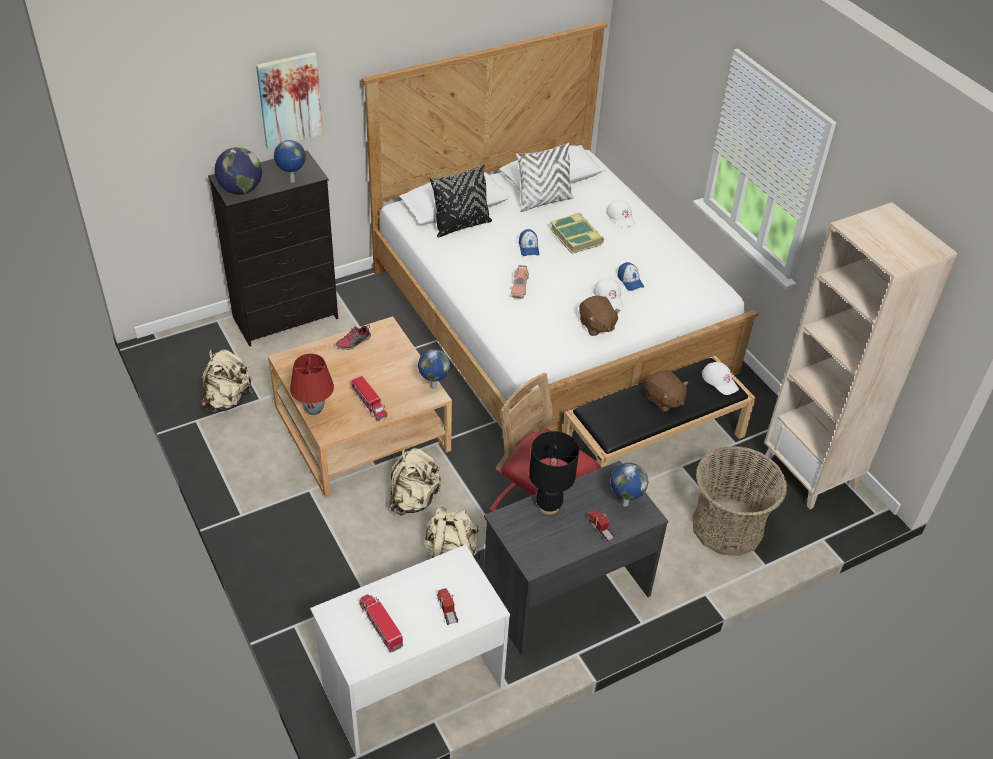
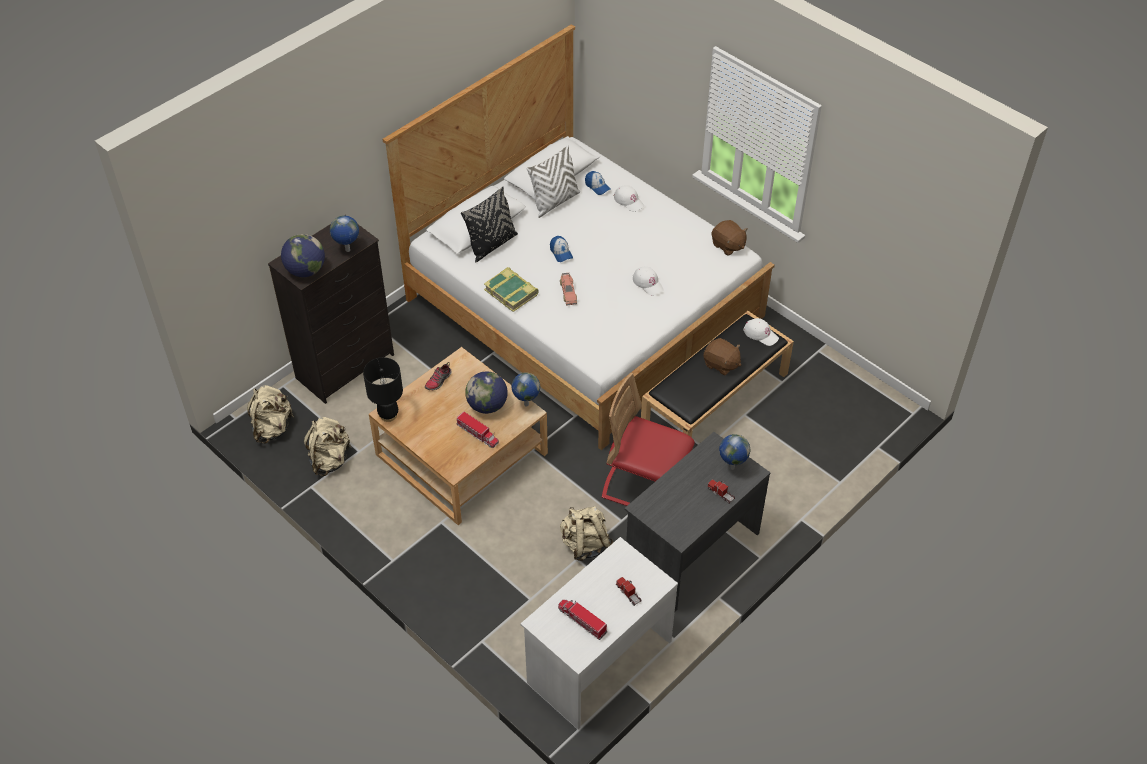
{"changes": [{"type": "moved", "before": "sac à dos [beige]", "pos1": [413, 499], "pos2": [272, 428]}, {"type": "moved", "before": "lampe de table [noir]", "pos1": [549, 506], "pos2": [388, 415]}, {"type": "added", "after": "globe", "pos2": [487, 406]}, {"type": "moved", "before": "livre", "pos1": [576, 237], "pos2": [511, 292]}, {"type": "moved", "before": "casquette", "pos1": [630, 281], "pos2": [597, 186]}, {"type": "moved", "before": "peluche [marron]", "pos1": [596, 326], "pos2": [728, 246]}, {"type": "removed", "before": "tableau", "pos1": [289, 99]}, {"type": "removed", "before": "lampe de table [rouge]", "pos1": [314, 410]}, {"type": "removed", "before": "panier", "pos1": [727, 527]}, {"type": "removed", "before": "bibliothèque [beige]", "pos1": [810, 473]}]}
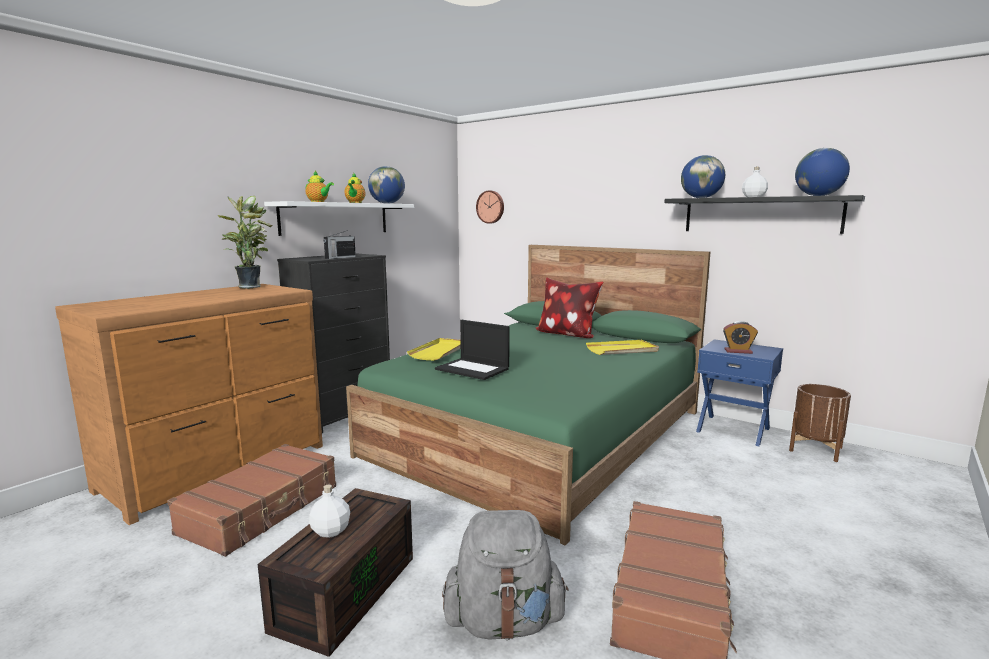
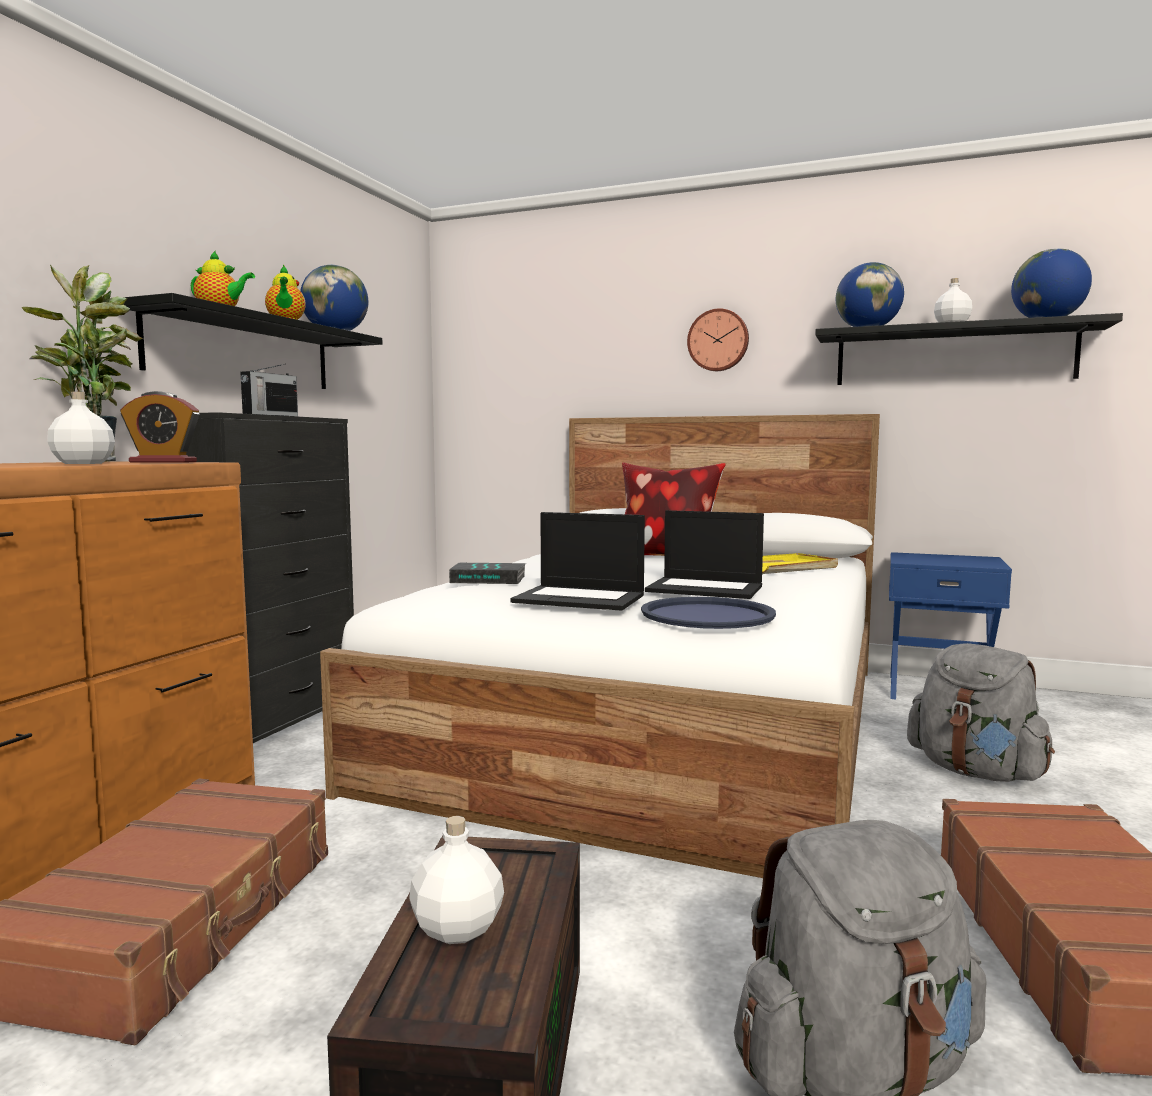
{"changes": [{"type": "added", "after": "bouteille [blanc]", "pos2": [82, 463]}, {"type": "moved", "before": "réveil", "pos1": [738, 351], "pos2": [163, 462]}, {"type": "recoloured", "before": "étagère [blanc]", "after": "étagère [noir]", "pos1": [336, 218], "pos2": [243, 352]}, {"type": "recoloured", "before": "lit [vert]", "after": "lit [blanc]", "pos1": [542, 432], "pos2": [657, 722]}, {"type": "replaced", "before": "plateau [jaune]", "after": "livre", "pos1": [439, 351], "pos2": [489, 579]}, {"type": "added", "after": "plateau [bleu]", "pos2": [707, 615]}, {"type": "added", "after": "ordinateur portable", "pos2": [706, 588]}, {"type": "moved", "before": "horloge murale", "pos1": [491, 207], "pos2": [718, 340]}, {"type": "added", "after": "sac à dos [gris]", "pos2": [976, 772]}, {"type": "removed", "before": "cache-pot [marron]", "pos1": [815, 449]}]}
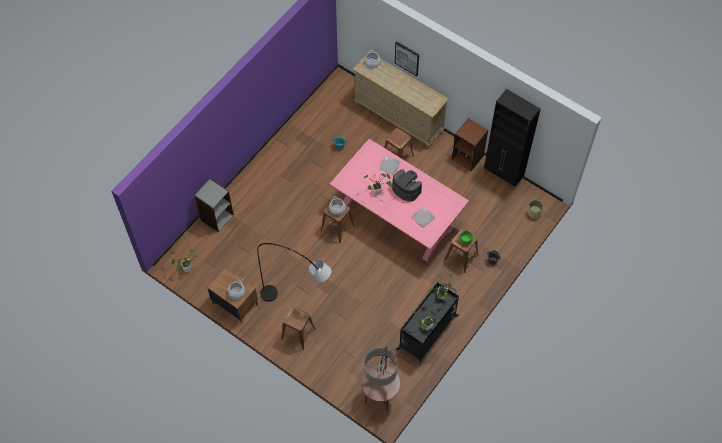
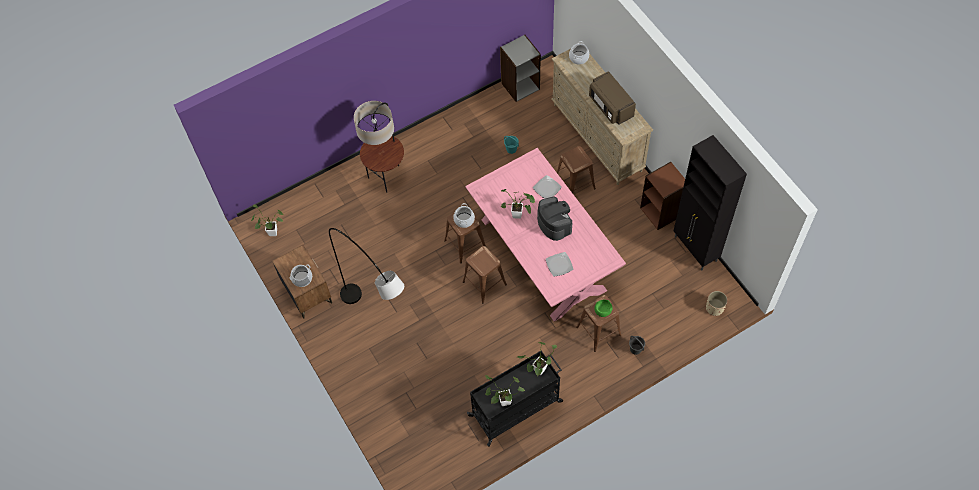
{"changes": [{"type": "moved", "before": "lampadaire", "pos1": [380, 396], "pos2": [386, 176]}, {"type": "moved", "before": "tabouret [marron]", "pos1": [298, 334], "pos2": [484, 283]}, {"type": "moved", "before": "bibliothèque [gris]", "pos1": [216, 217], "pos2": [520, 86]}, {"type": "added", "after": "micro-ondes [marron]", "pos2": [610, 106]}, {"type": "removed", "before": "tableau", "pos1": [407, 58]}]}
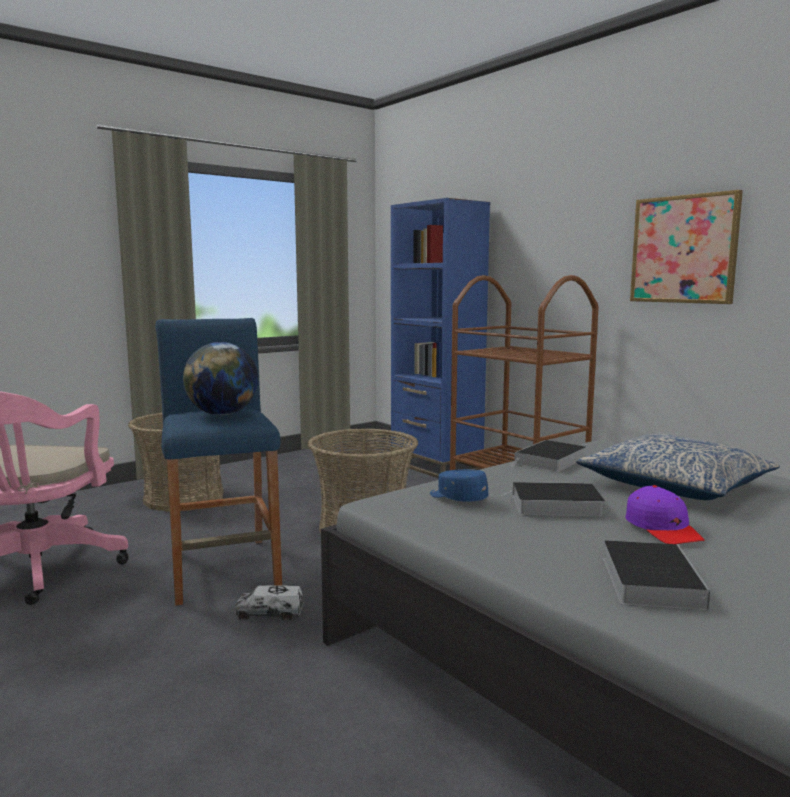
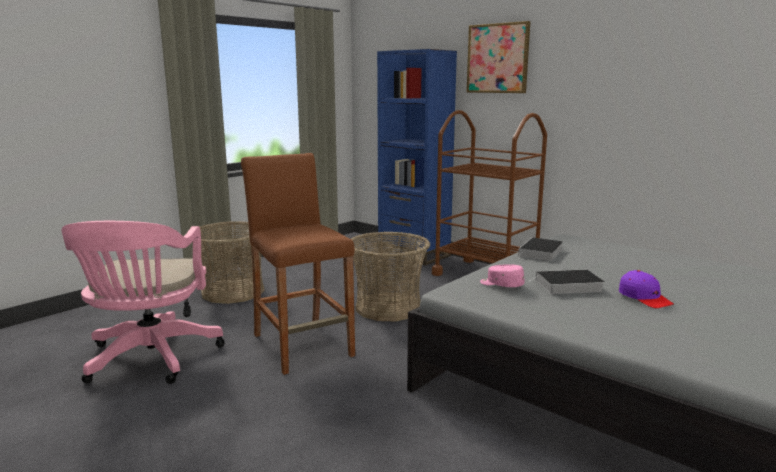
{"changes": [{"type": "recoloured", "before": "tabouret [bleu]", "after": "tabouret [marron]", "pos1": [224, 569], "pos2": [302, 345]}, {"type": "moved", "before": "tableau", "pos1": [684, 249], "pos2": [498, 58]}, {"type": "recoloured", "before": "casquette [bleu]", "after": "casquette [rose]", "pos1": [457, 498], "pos2": [501, 285]}, {"type": "removed", "before": "globe", "pos1": [222, 414]}, {"type": "removed", "before": "camion jouet", "pos1": [270, 613]}, {"type": "removed", "before": "coussin", "pos1": [675, 486]}, {"type": "removed", "before": "livre", "pos1": [649, 580]}]}
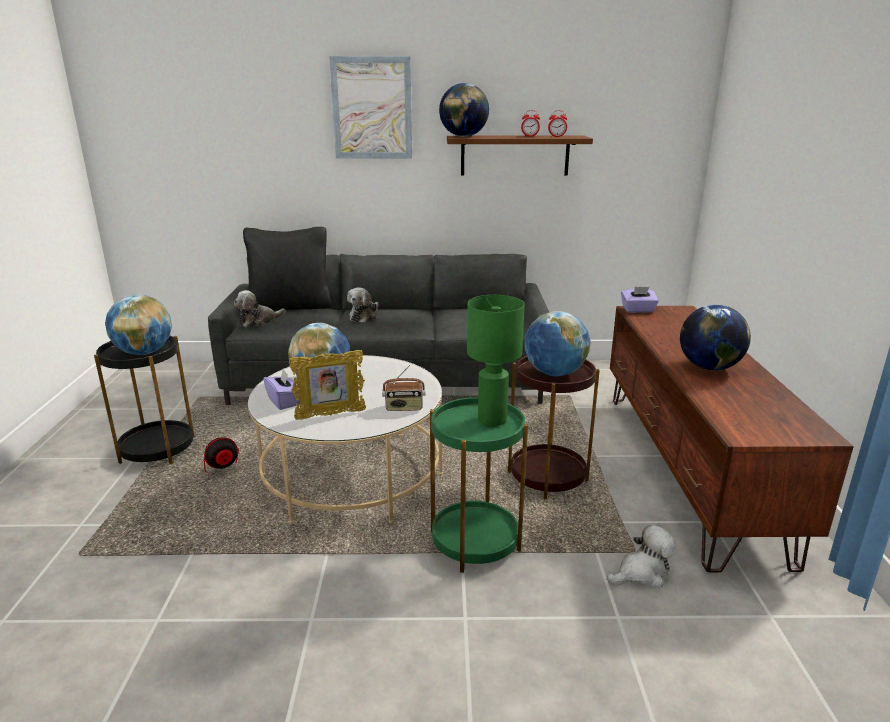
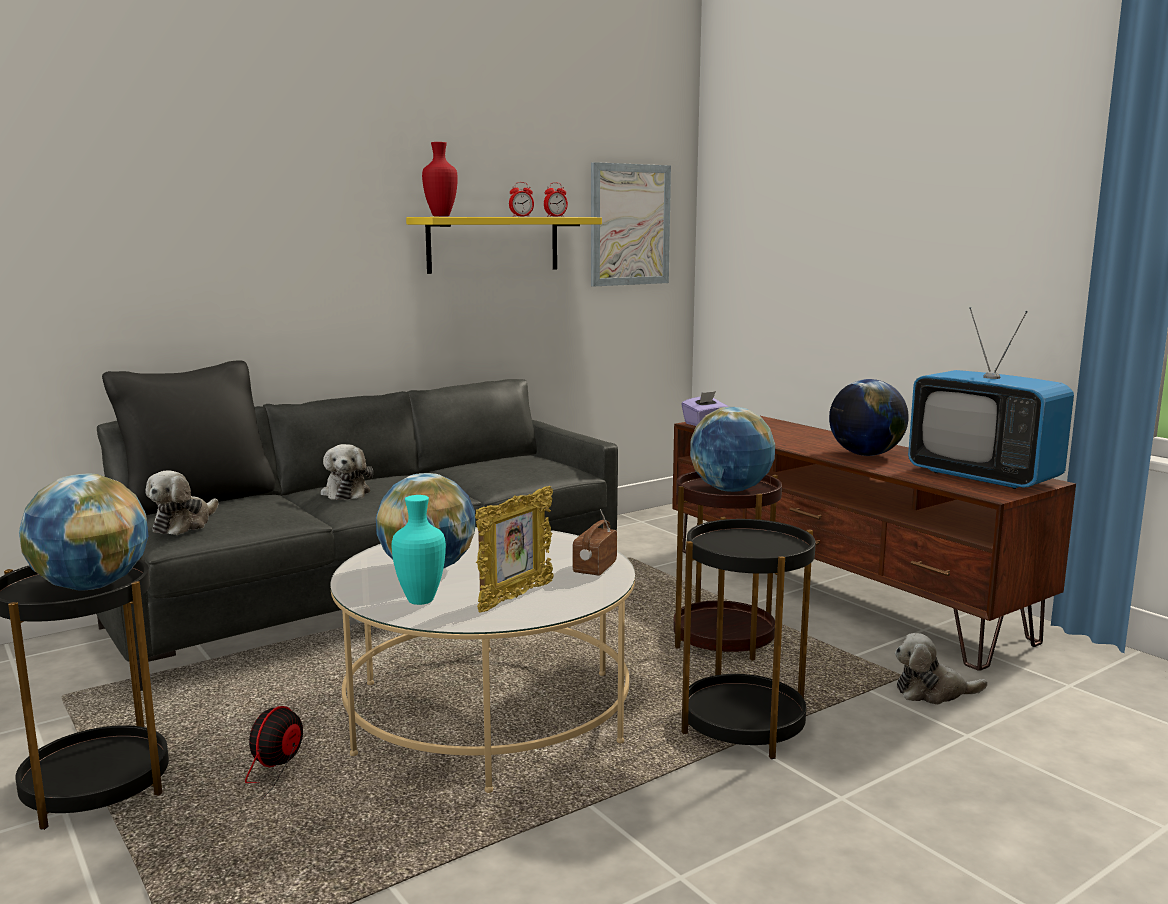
{"changes": [{"type": "replaced", "before": "boîte à mouchoirs [violet]", "after": "vase [turquoise]", "pos1": [284, 401], "pos2": [419, 601]}, {"type": "recoloured", "before": "étagère [marron]", "after": "étagère [jaune]", "pos1": [515, 155], "pos2": [493, 244]}, {"type": "replaced", "before": "globe", "after": "vase [rouge]", "pos1": [463, 136], "pos2": [441, 216]}, {"type": "turned", "before": "radio", "pos1": [404, 408], "pos2": [594, 568], "turn": 150}, {"type": "moved", "before": "tableau", "pos1": [372, 108], "pos2": [630, 225]}, {"type": "recoloured", "before": "table d'appoint [vert]", "after": "table d'appoint [noir]", "pos1": [475, 542], "pos2": [742, 726]}, {"type": "turned", "before": "peluche", "pos1": [641, 573], "pos2": [932, 692], "turn": -120}, {"type": "added", "after": "téléviseur", "pos2": [983, 477]}, {"type": "removed", "before": "lampe de table [vert]", "pos1": [491, 419]}]}
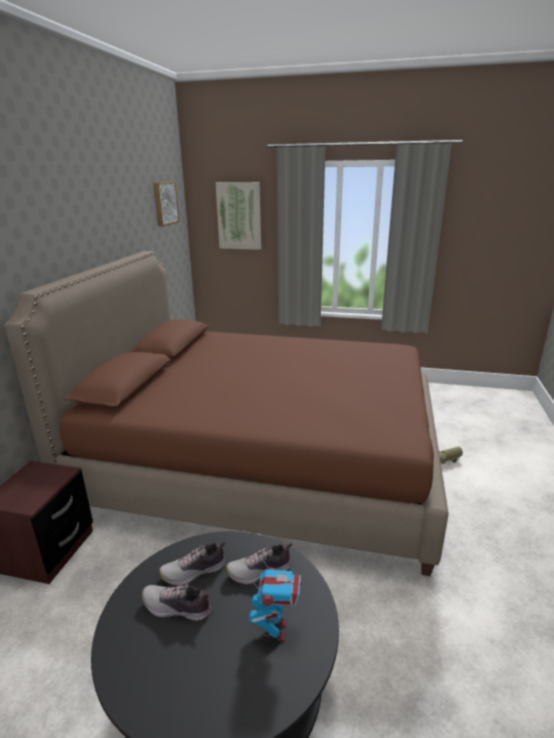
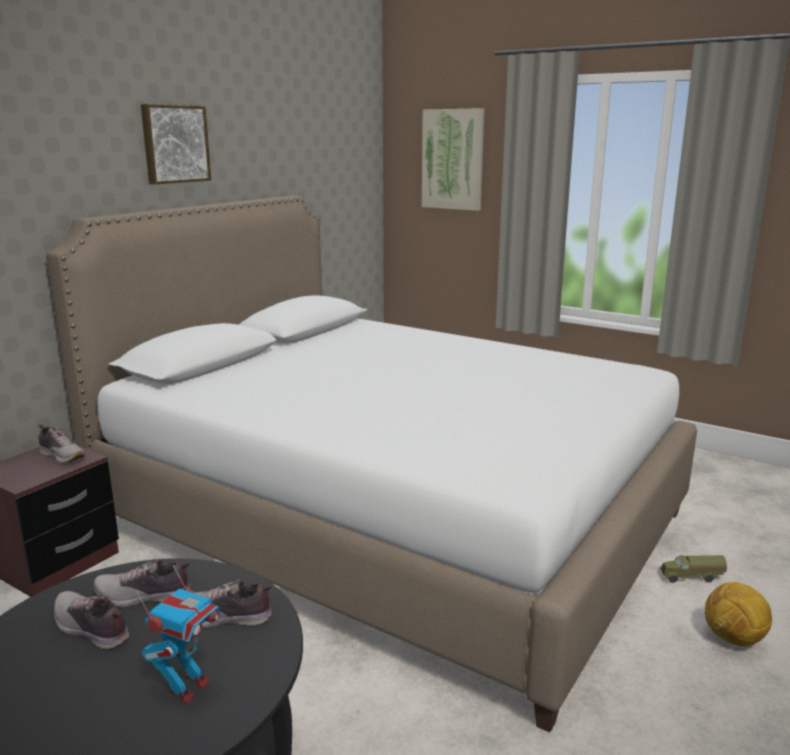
{"changes": [{"type": "added", "after": "chaussure", "pos2": [63, 456]}, {"type": "recoloured", "before": "lit [marron]", "after": "lit [blanc]", "pos1": [263, 463], "pos2": [390, 519]}, {"type": "moved", "before": "tableau", "pos1": [164, 203], "pos2": [174, 144]}, {"type": "added", "after": "ballon de foot", "pos2": [733, 639]}]}
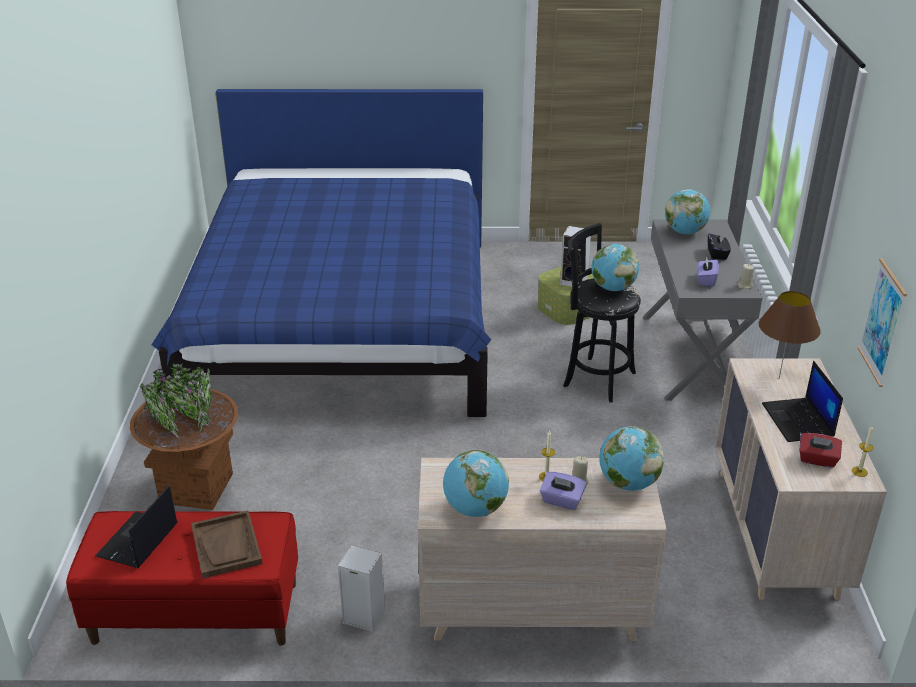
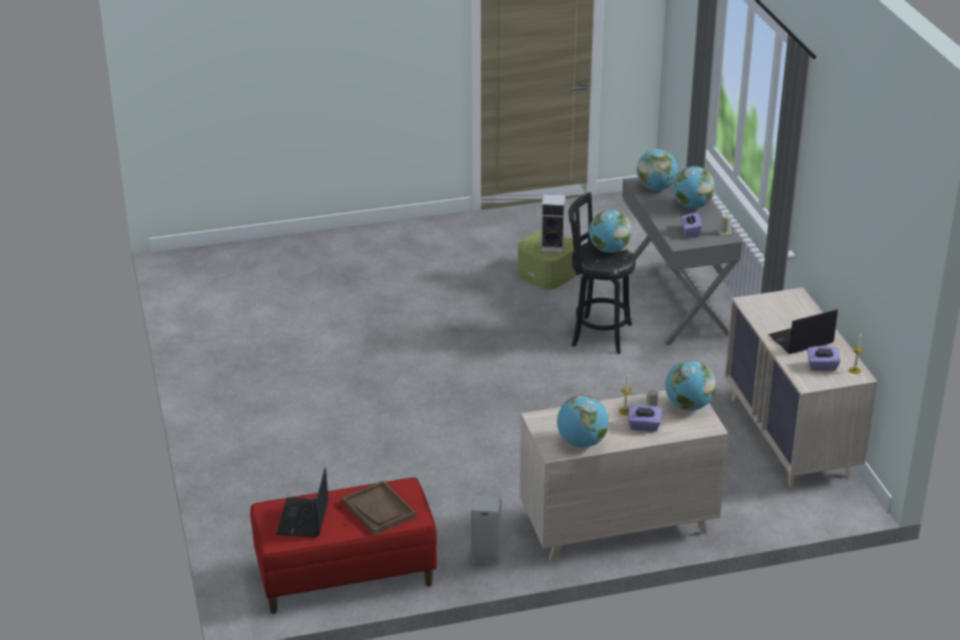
{"changes": [{"type": "replaced", "before": "boîte à mouchoirs [noir]", "after": "globe", "pos1": [717, 254], "pos2": [692, 206]}, {"type": "turned", "before": "ordinateur portable", "pos1": [798, 421], "pos2": [800, 340], "turn": 90}, {"type": "recoloured", "before": "boîte à mouchoirs [rouge]", "after": "boîte à mouchoirs [violet]", "pos1": [817, 460], "pos2": [822, 366]}, {"type": "removed", "before": "cache-pot [marron]", "pos1": [196, 488]}, {"type": "removed", "before": "lit [bleu]", "pos1": [343, 320]}, {"type": "removed", "before": "lampe de table [marron]", "pos1": [779, 378]}, {"type": "removed", "before": "tableau", "pos1": [882, 322]}]}
